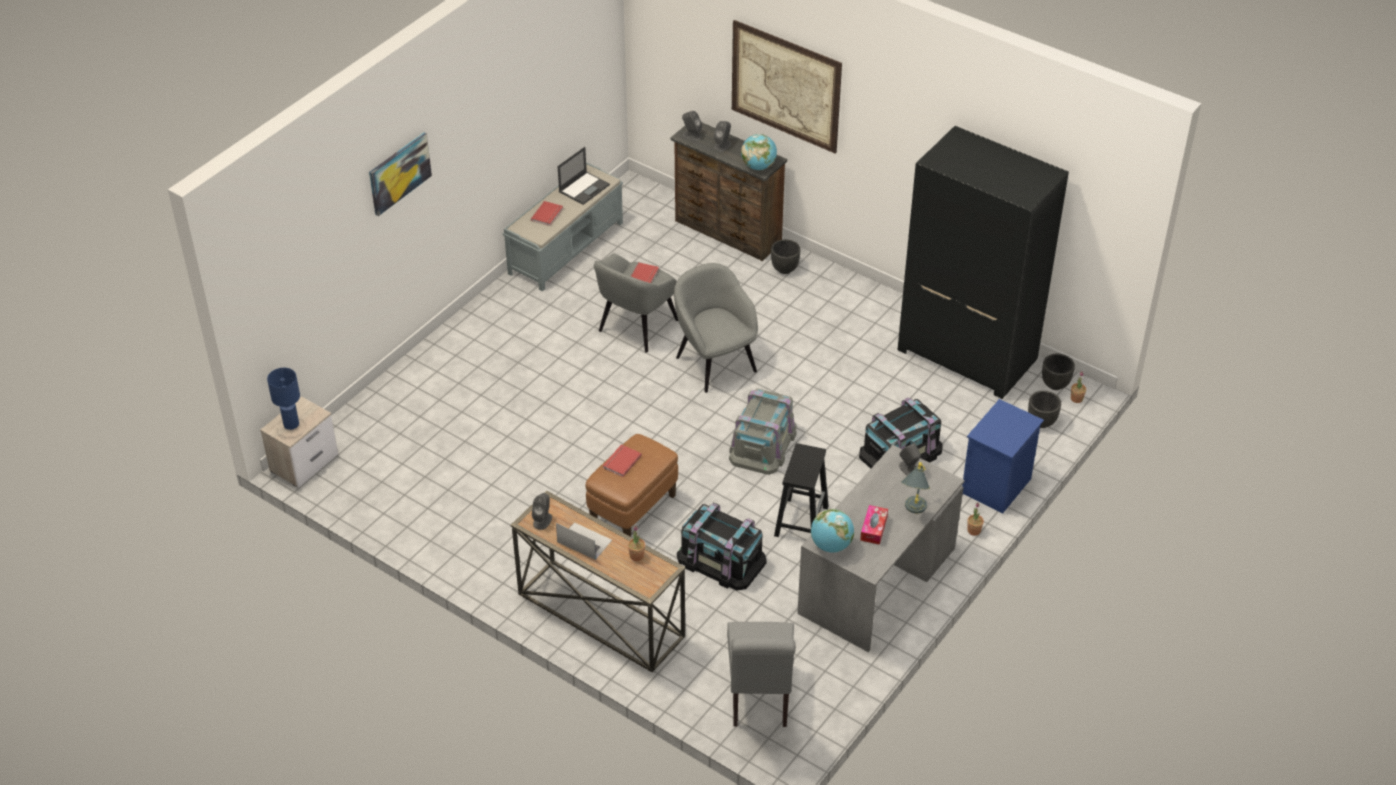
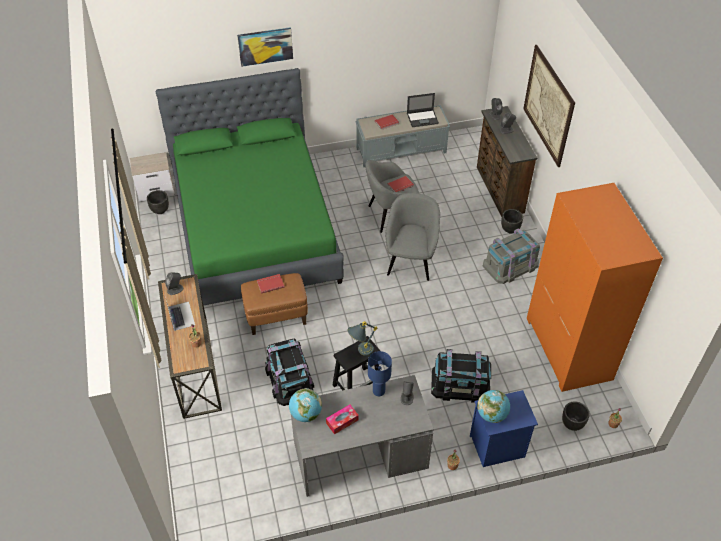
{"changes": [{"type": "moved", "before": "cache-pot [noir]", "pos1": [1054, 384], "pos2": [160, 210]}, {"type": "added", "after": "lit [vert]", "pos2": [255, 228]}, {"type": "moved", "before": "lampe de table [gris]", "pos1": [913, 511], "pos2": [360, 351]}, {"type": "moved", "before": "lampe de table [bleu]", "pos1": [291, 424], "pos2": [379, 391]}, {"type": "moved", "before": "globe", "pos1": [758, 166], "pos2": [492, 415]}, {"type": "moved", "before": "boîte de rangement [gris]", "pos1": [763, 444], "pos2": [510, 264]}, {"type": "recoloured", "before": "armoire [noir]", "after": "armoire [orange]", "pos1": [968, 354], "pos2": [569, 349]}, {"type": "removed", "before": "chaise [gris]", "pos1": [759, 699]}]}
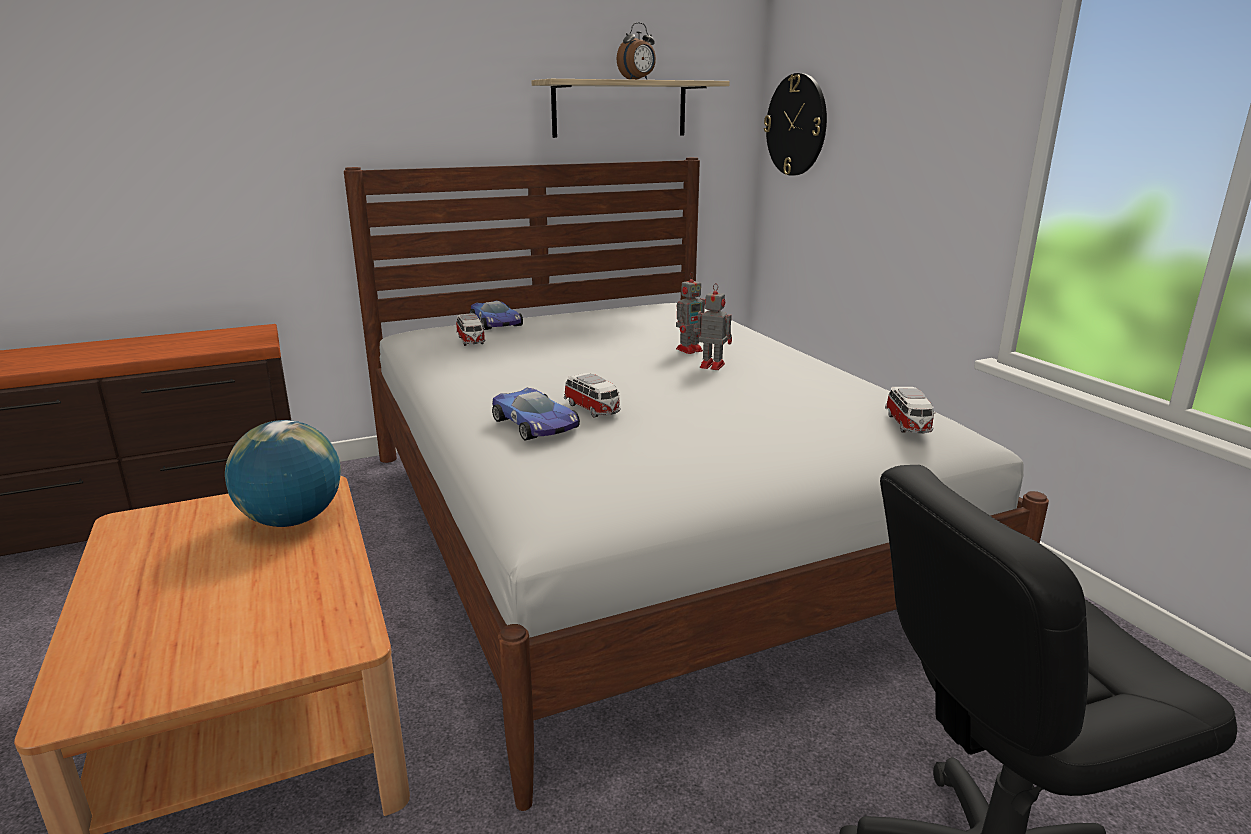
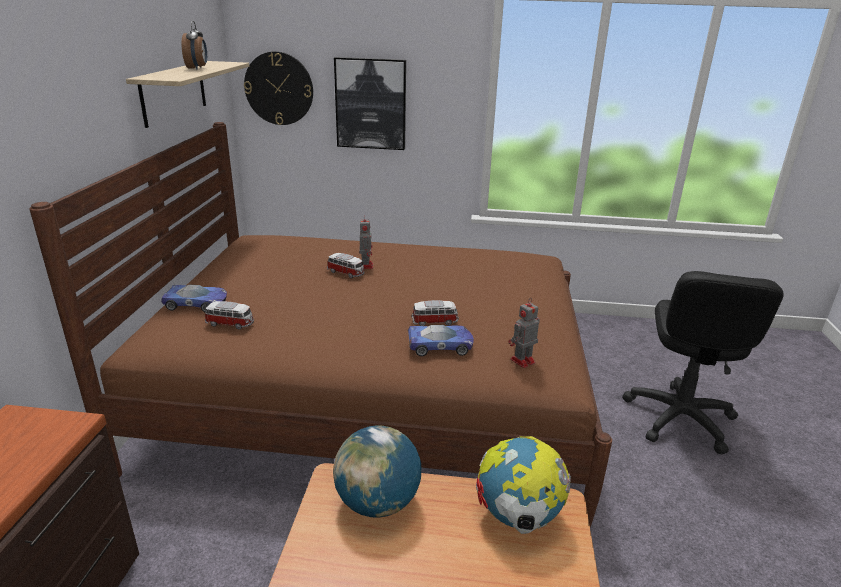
{"changes": [{"type": "recoloured", "before": "lit [blanc]", "after": "lit [marron]", "pos1": [636, 531], "pos2": [374, 396]}, {"type": "moved", "before": "petite voiture", "pos1": [908, 425], "pos2": [346, 273]}, {"type": "added", "after": "tableau", "pos2": [371, 104]}, {"type": "added", "after": "globe", "pos2": [518, 516]}, {"type": "moved", "before": "robot jouet", "pos1": [710, 365], "pos2": [521, 361]}]}
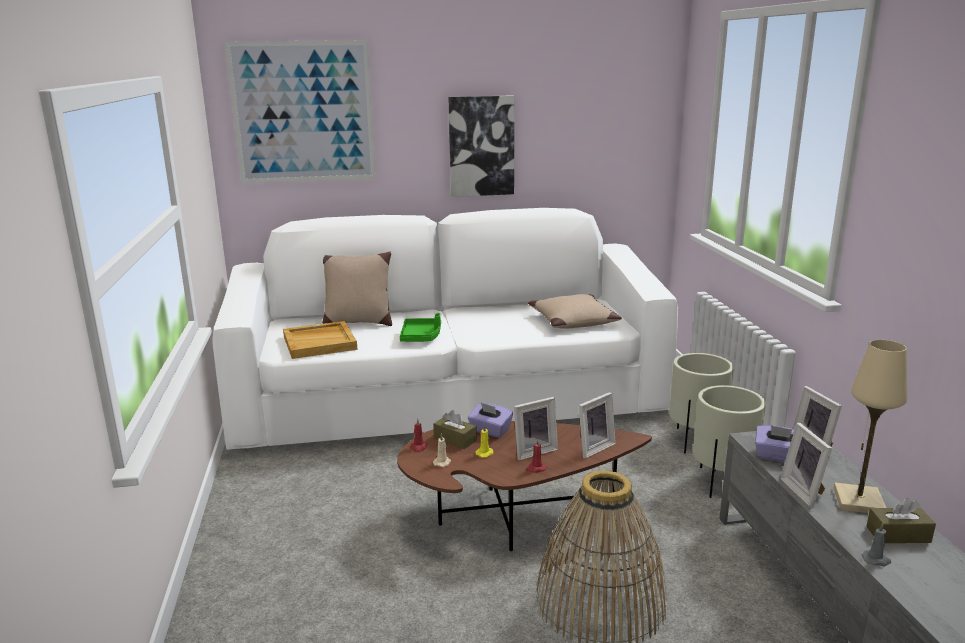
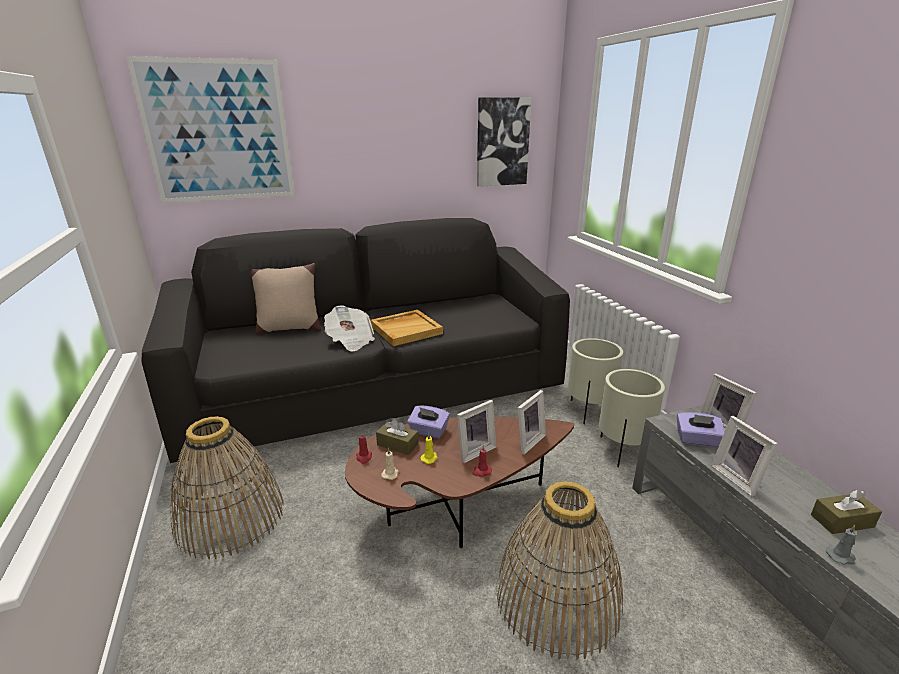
{"changes": [{"type": "recoloured", "before": "canapé [blanc]", "after": "canapé [noir]", "pos1": [451, 402], "pos2": [377, 390]}, {"type": "added", "after": "panier", "pos2": [230, 517]}, {"type": "replaced", "before": "plateau [vert]", "after": "journal", "pos1": [421, 337], "pos2": [350, 340]}, {"type": "moved", "before": "plateau [beige]", "pos1": [320, 342], "pos2": [406, 329]}, {"type": "moved", "before": "tableau", "pos1": [481, 146], "pos2": [502, 142]}, {"type": "removed", "before": "coussin [beige]", "pos1": [572, 321]}, {"type": "removed", "before": "lampe de table [beige]", "pos1": [858, 501]}]}
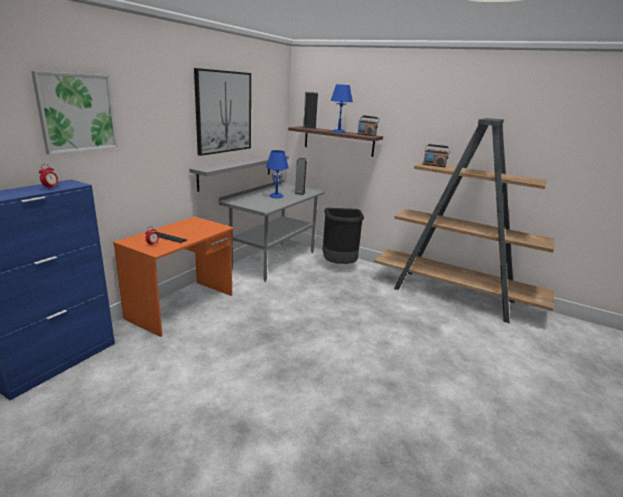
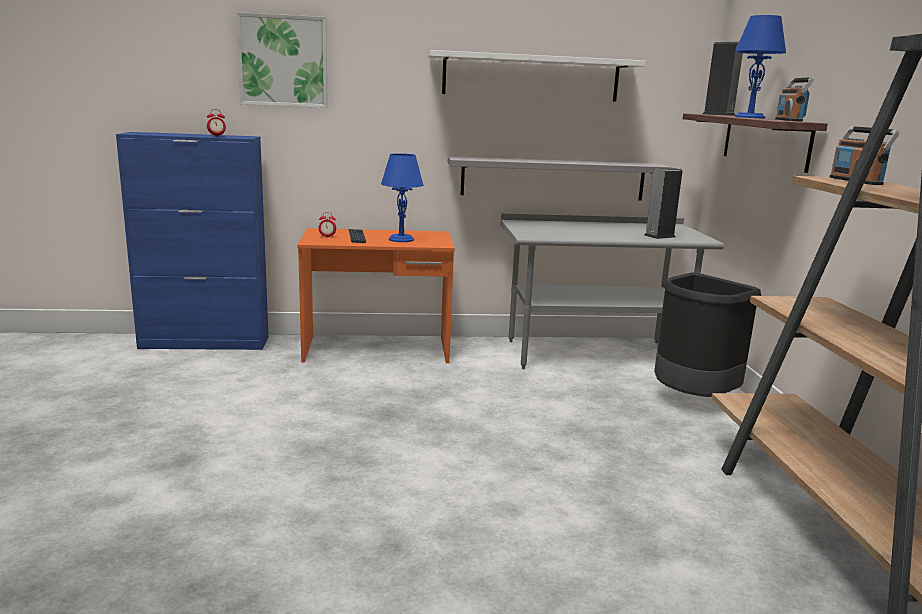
{"changes": [{"type": "moved", "before": "lampe de table [bleu]", "pos1": [276, 196], "pos2": [401, 239]}, {"type": "replaced", "before": "tableau", "after": "étagère [blanc]", "pos1": [224, 112], "pos2": [531, 77]}]}
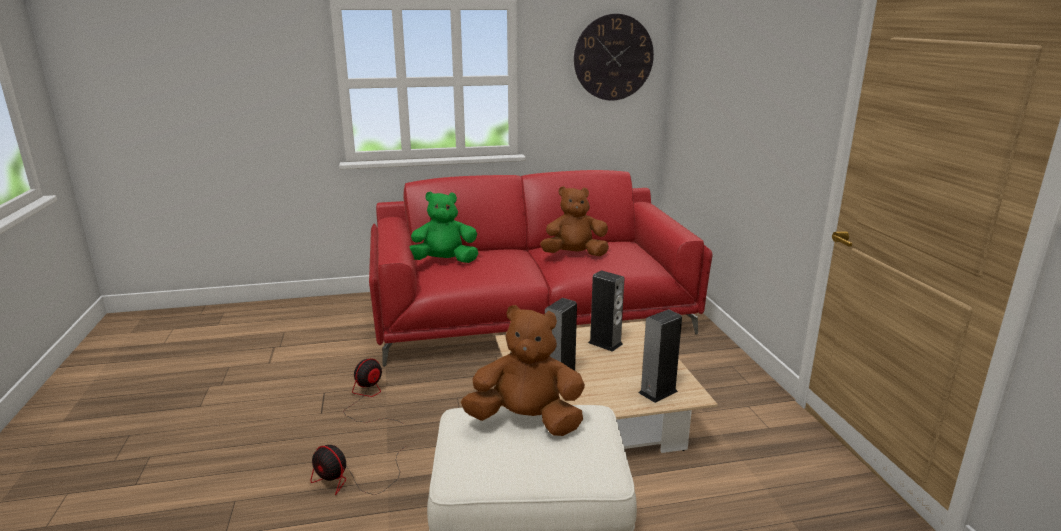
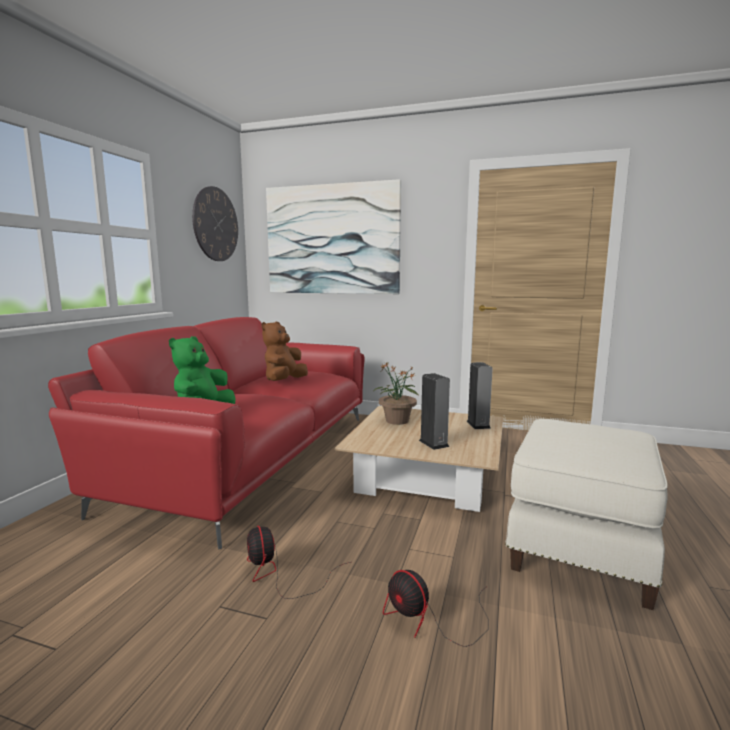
{"changes": [{"type": "added", "after": "tableau", "pos2": [332, 240]}, {"type": "replaced", "before": "enceinte", "after": "plante en pot", "pos1": [605, 343], "pos2": [397, 421]}, {"type": "turned", "before": "ventilateur", "pos1": [351, 480], "pos2": [430, 620], "turn": 75}, {"type": "removed", "before": "peluche [marron]", "pos1": [526, 421]}]}
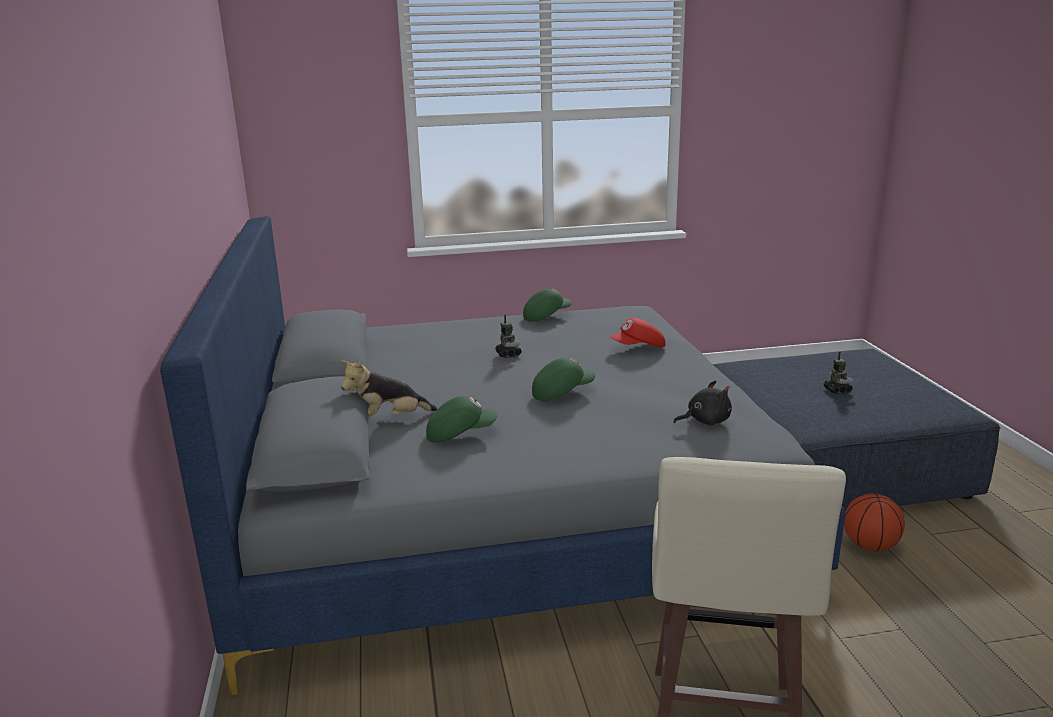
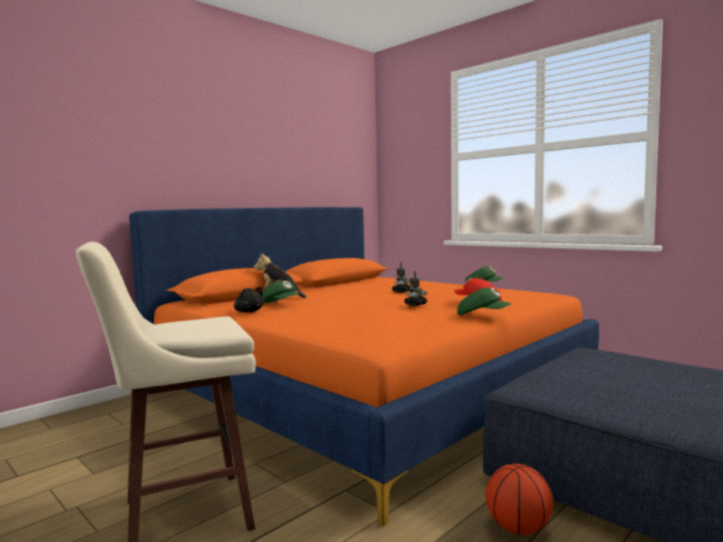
{"changes": [{"type": "recoloured", "before": "lit [gris]", "after": "lit [orange]", "pos1": [501, 501], "pos2": [365, 389]}, {"type": "moved", "before": "peluche [noir]", "pos1": [705, 421], "pos2": [248, 312]}, {"type": "moved", "before": "robot jouet", "pos1": [837, 390], "pos2": [415, 304]}, {"type": "moved", "before": "casquette [vert]", "pos1": [562, 392], "pos2": [482, 315]}]}
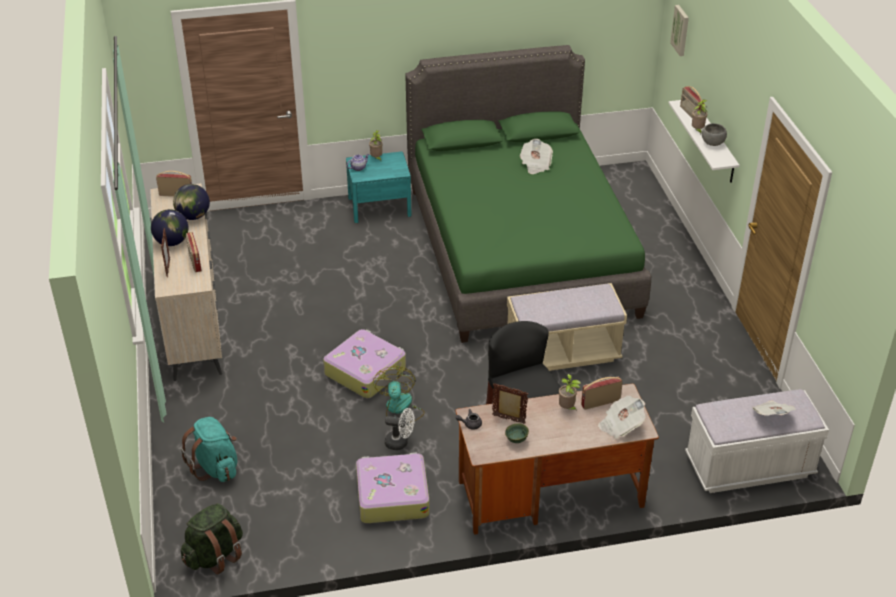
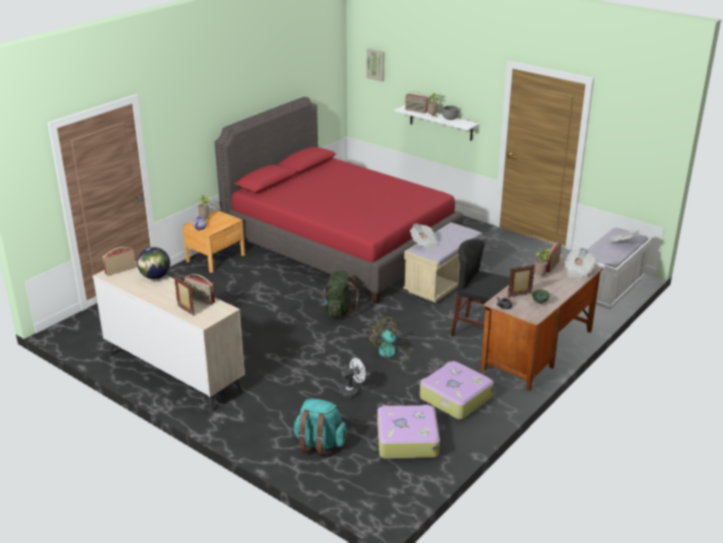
{"changes": [{"type": "recoloured", "before": "table de chevet [turquoise]", "after": "table de chevet [marron]", "pos1": [379, 207], "pos2": [215, 258]}, {"type": "recoloured", "before": "lit [vert]", "after": "lit [rouge]", "pos1": [519, 250], "pos2": [341, 245]}, {"type": "moved", "before": "sac à dos [vert]", "pos1": [214, 556], "pos2": [338, 311]}, {"type": "moved", "before": "ventilateur [blanc]", "pos1": [400, 443], "pos2": [352, 392]}, {"type": "moved", "before": "valise", "pos1": [365, 371], "pos2": [406, 439]}, {"type": "moved", "before": "journal", "pos1": [535, 165], "pos2": [424, 244]}, {"type": "removed", "before": "globe", "pos1": [172, 242]}]}
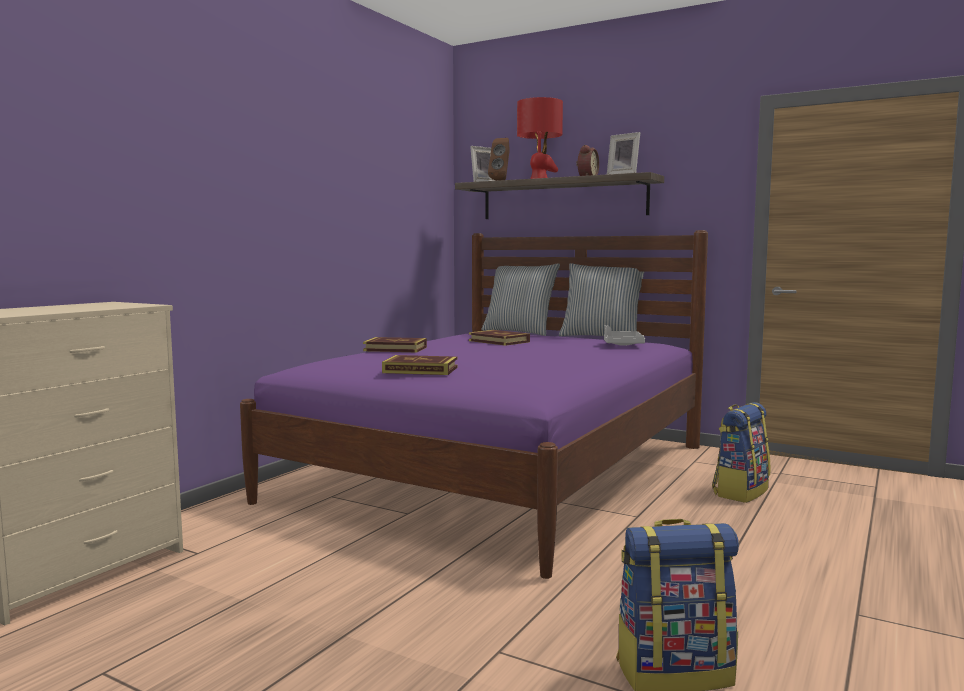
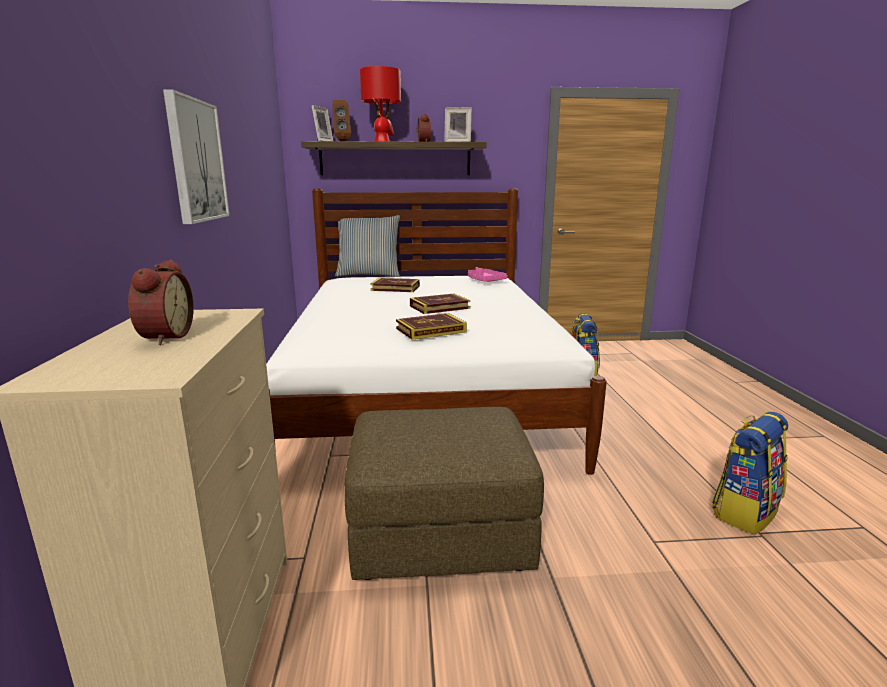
{"changes": [{"type": "added", "after": "réveil", "pos2": [163, 337]}, {"type": "added", "after": "tableau", "pos2": [196, 161]}, {"type": "recoloured", "before": "lit [violet]", "after": "lit [blanc]", "pos1": [500, 472], "pos2": [424, 396]}, {"type": "added", "after": "pouf [marron]", "pos2": [441, 532]}, {"type": "moved", "before": "livre", "pos1": [395, 349], "pos2": [439, 307]}, {"type": "recoloured", "before": "plateau [gris]", "after": "plateau [rose]", "pos1": [622, 345], "pos2": [485, 281]}, {"type": "removed", "before": "coussin", "pos1": [601, 337]}]}
